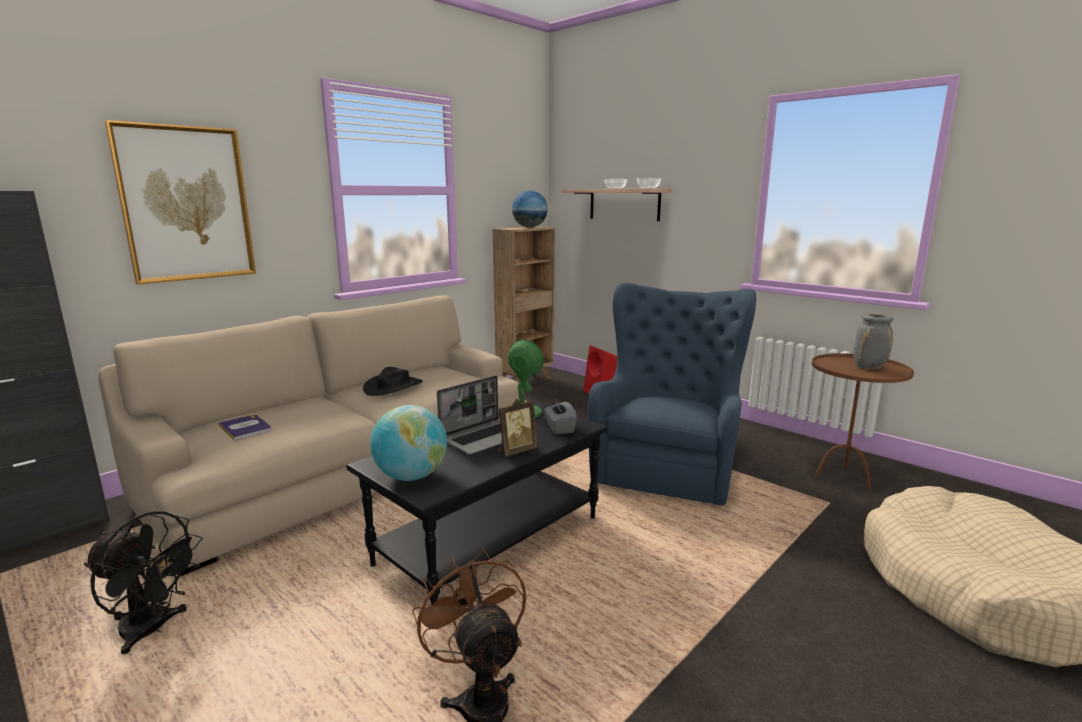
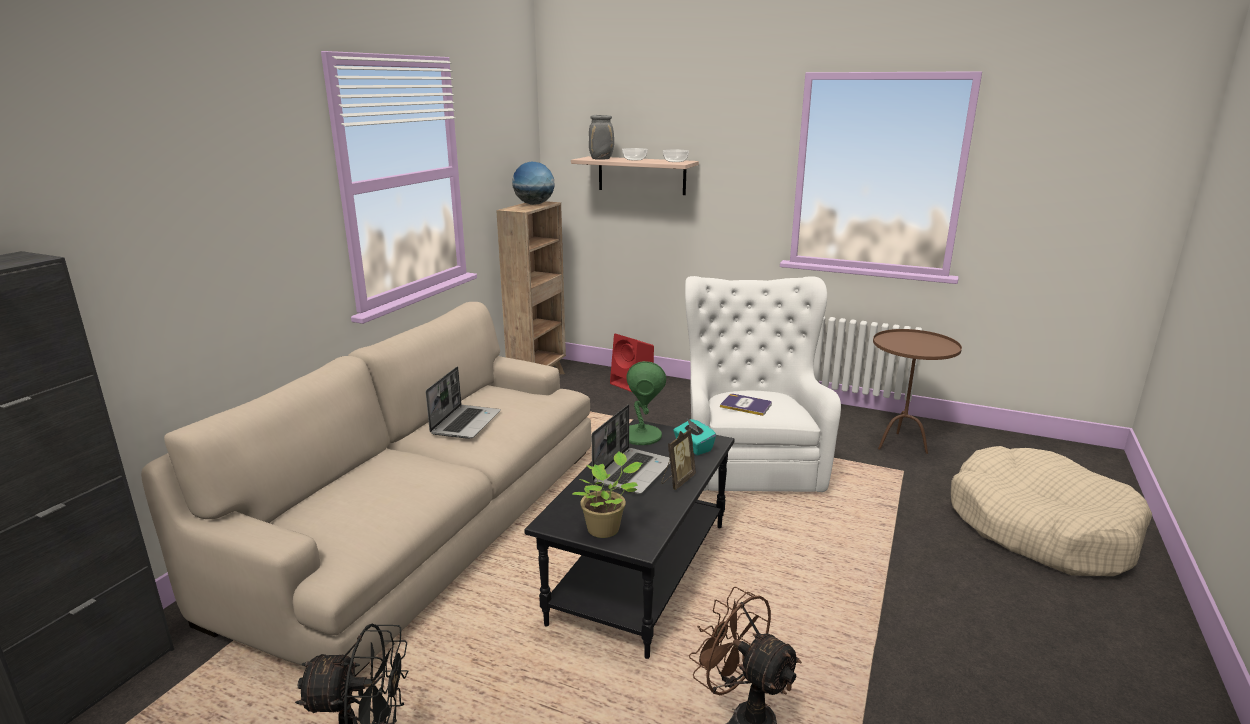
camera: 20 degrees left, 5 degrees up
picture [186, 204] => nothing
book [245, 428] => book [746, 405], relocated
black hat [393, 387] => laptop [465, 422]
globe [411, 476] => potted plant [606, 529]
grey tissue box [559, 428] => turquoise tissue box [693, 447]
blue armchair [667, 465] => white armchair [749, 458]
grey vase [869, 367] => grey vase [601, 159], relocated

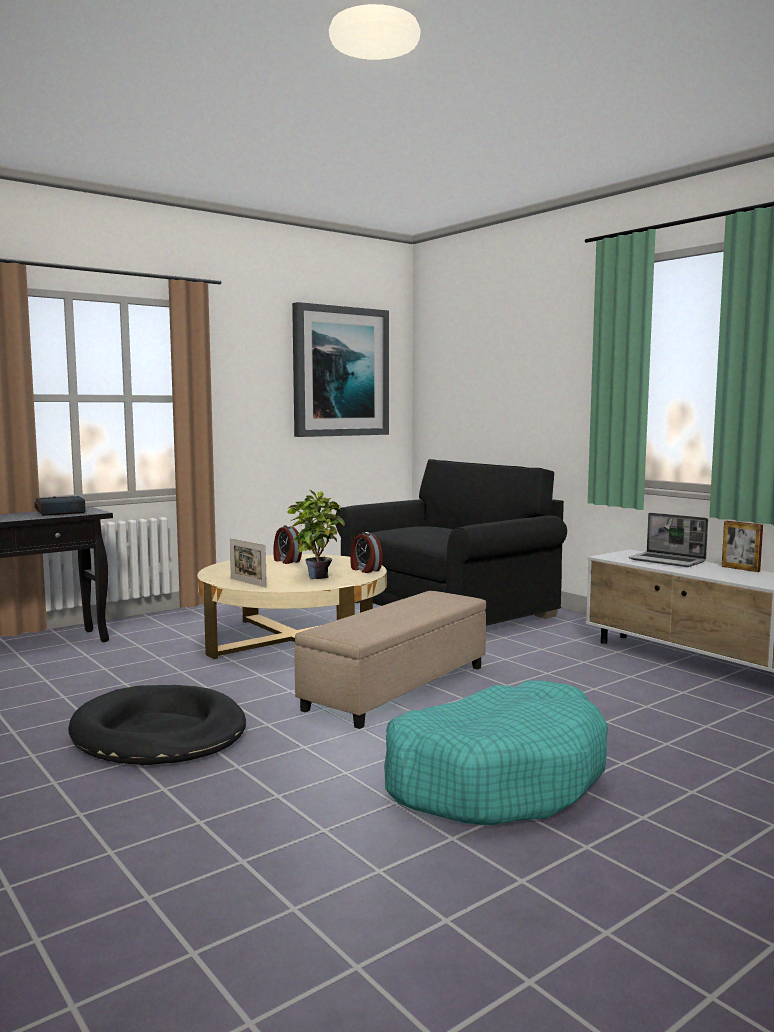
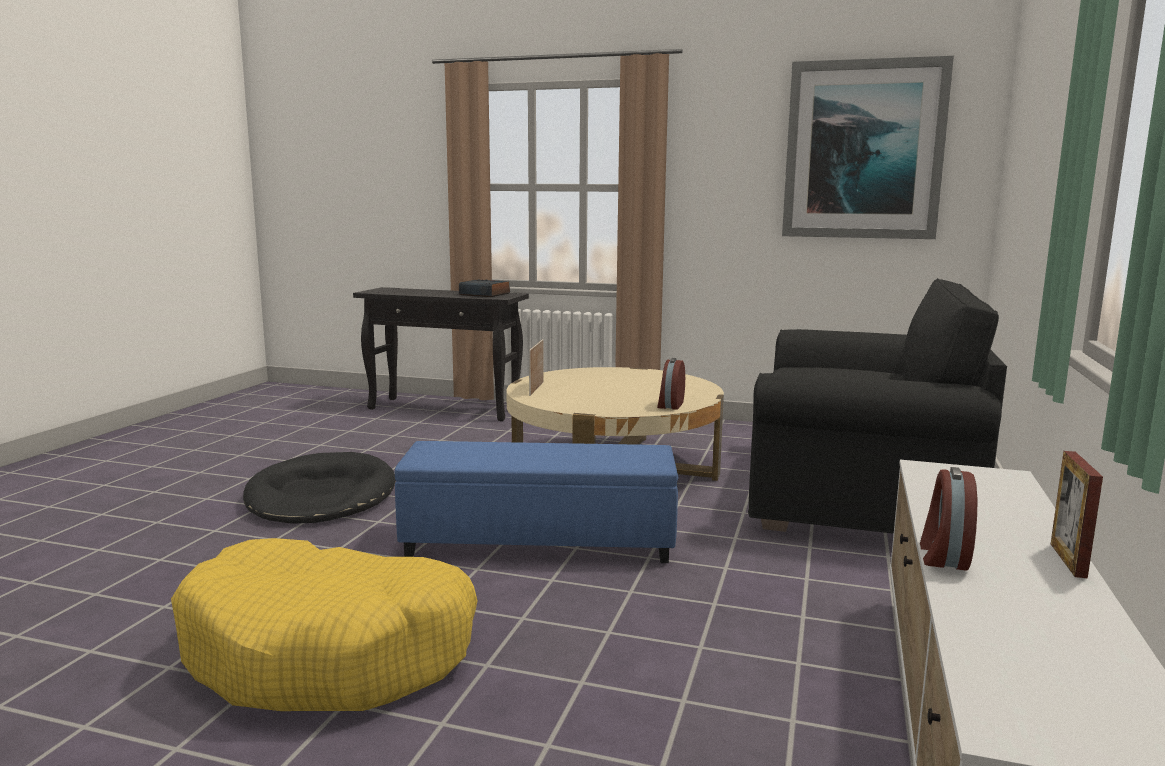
camera: 55 degrees right, 5 degrees up
alarm clock [286, 561] => alarm clock [943, 555], relocated
potted plant [315, 577] => nothing
beige ottoman [396, 687] => blue ottoman [539, 541]
turquoise dog bed [495, 778] => yellow dog bed [331, 653]
laptop [668, 561] => nothing

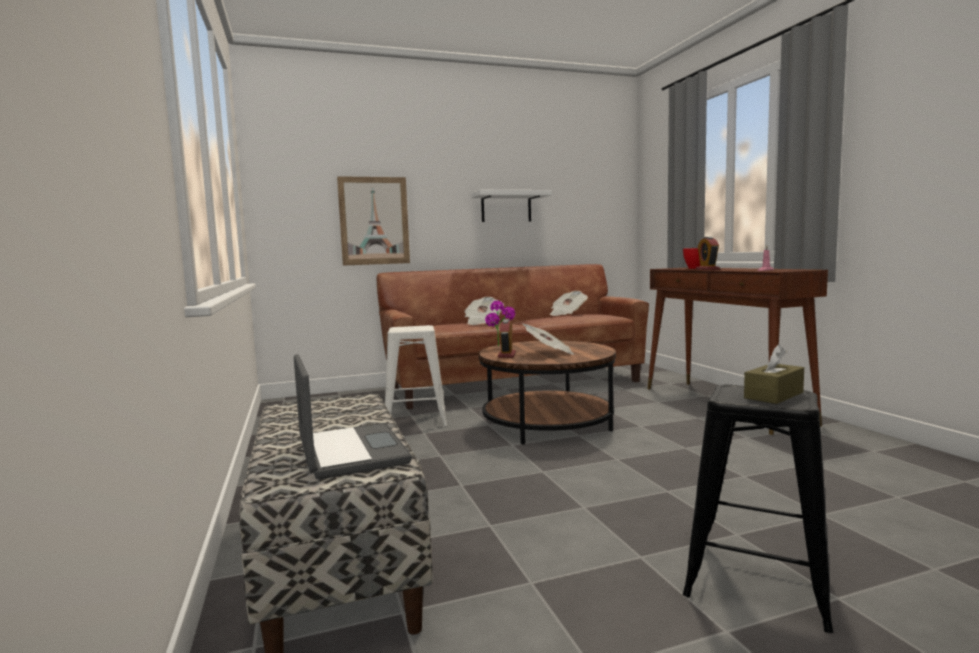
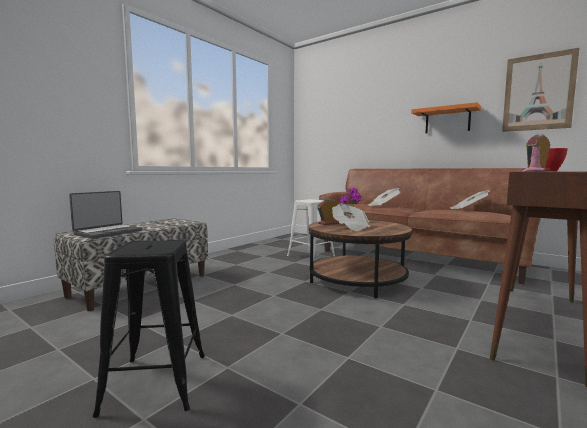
camera: 55 degrees right, 0 degrees up
picture [374, 221] => picture [538, 92], relocated
white shelf [506, 207] => orange shelf [447, 120]
brown tissue box [773, 395] => nothing

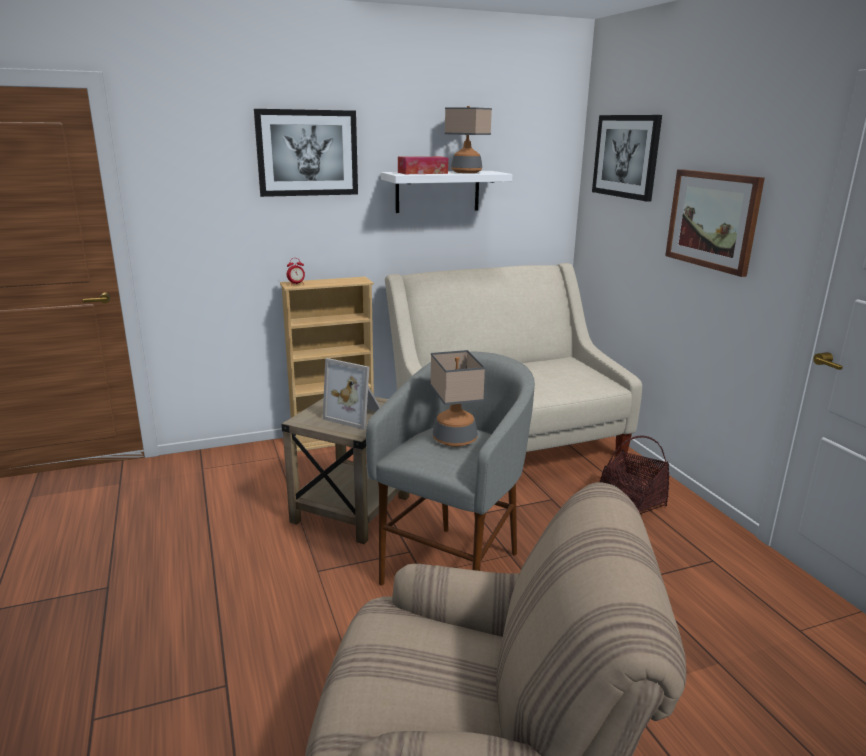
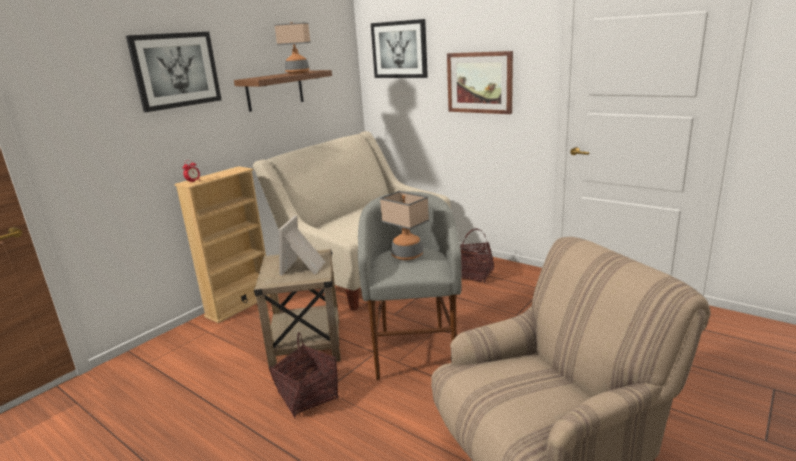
camera: 30 degrees left, 0 degrees up
picture frame [356, 416] => picture frame [304, 267], 105 degrees clockwise
white shelf [437, 191] => brown shelf [275, 90]
tissue box [422, 173] => nothing
nothing => basket [308, 396]

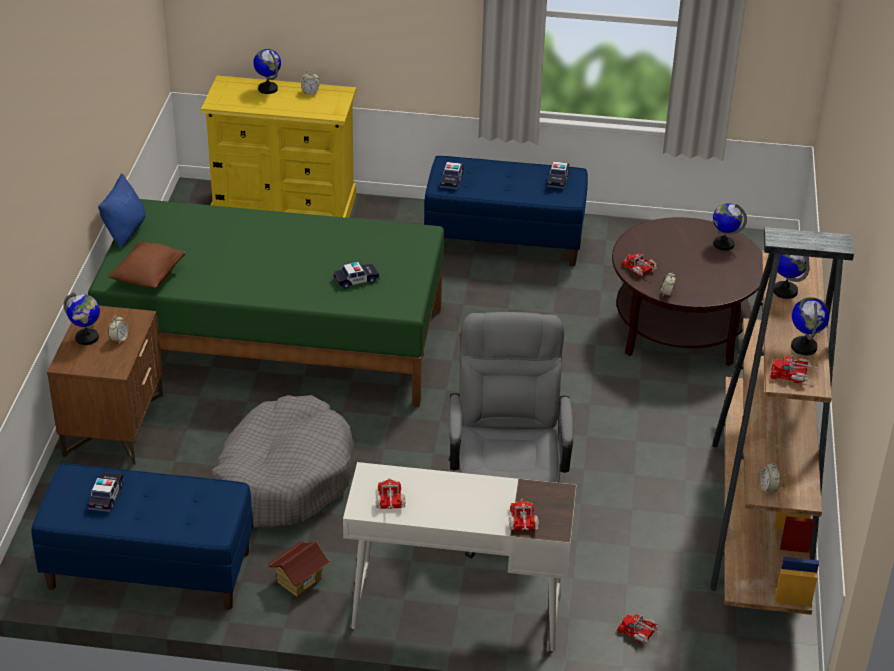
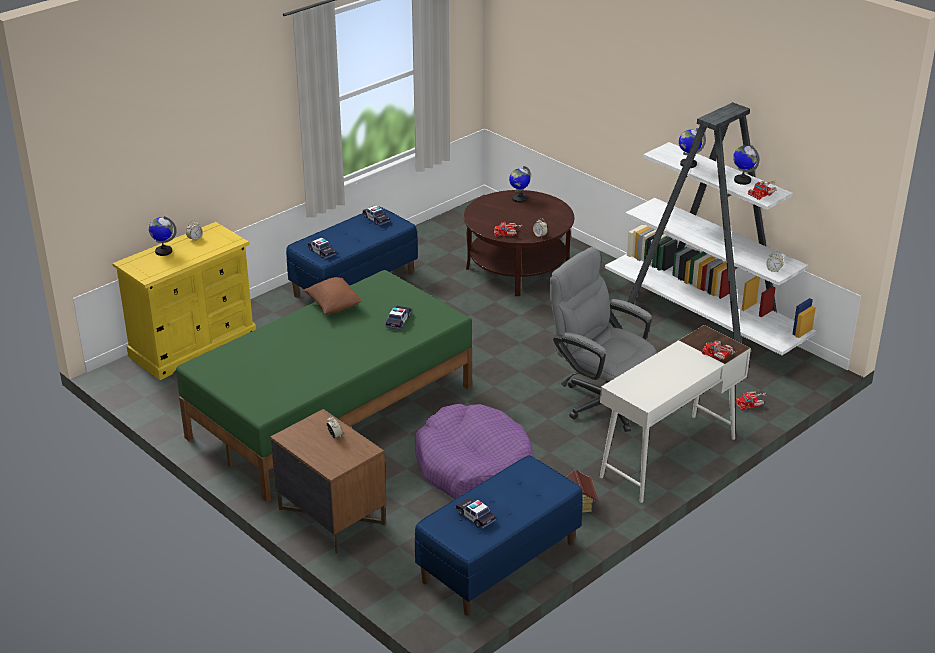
camera: 50 degrees left, 5 degrees down
globe [87, 338] => nothing
blue pillow [125, 231] => nothing
brown pillow [148, 277] => brown pillow [333, 306], relocated
grey dog bed [283, 478] => purple dog bed [475, 468]
toy truck [390, 502] => nothing
brown bookcase [760, 520] => white bookcase [704, 324]

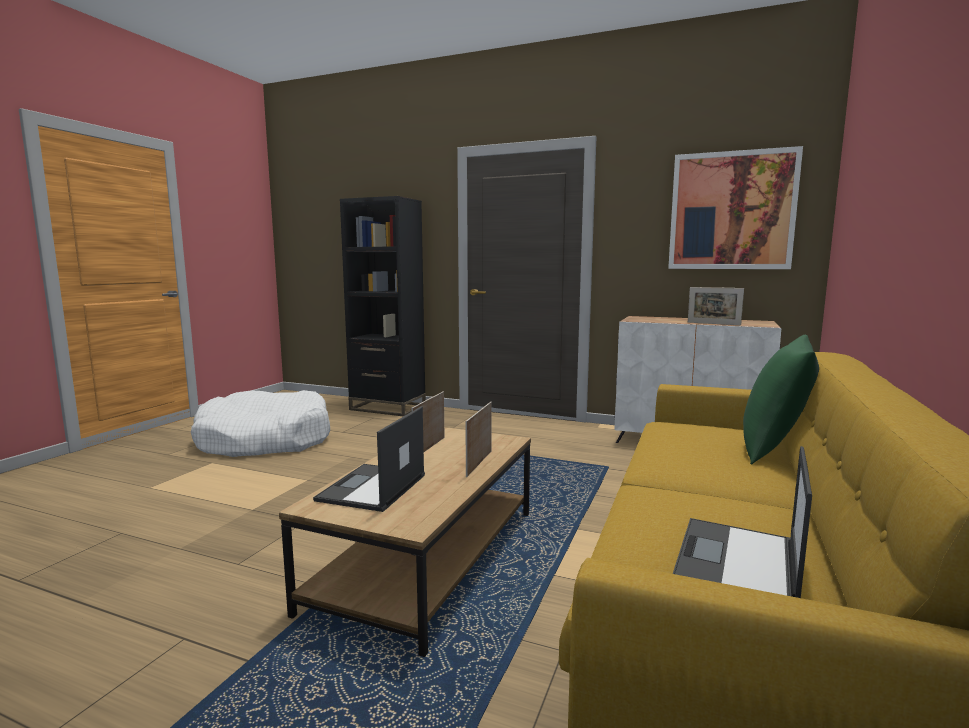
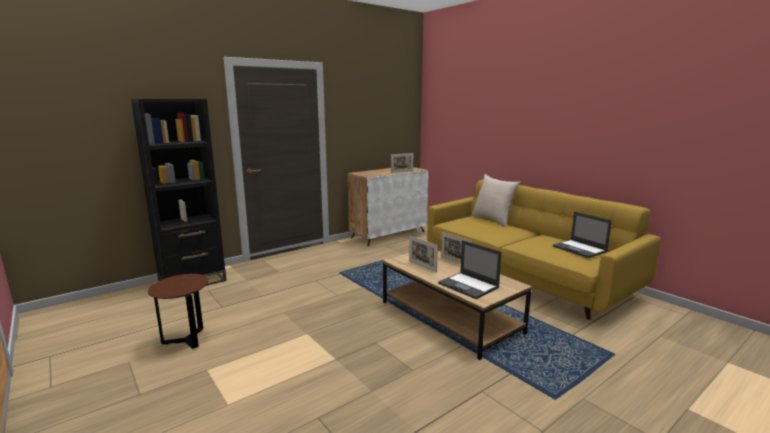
camera: 60 degrees left, 5 degrees up
white dog bed [265, 440] => brown side table [186, 340]
picture [731, 211] => nothing
green pillow [774, 448] => beige pillow [493, 220]

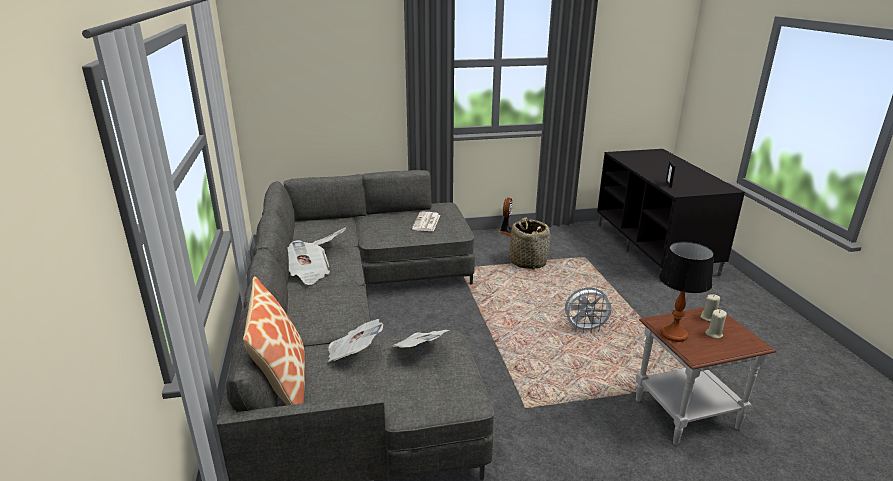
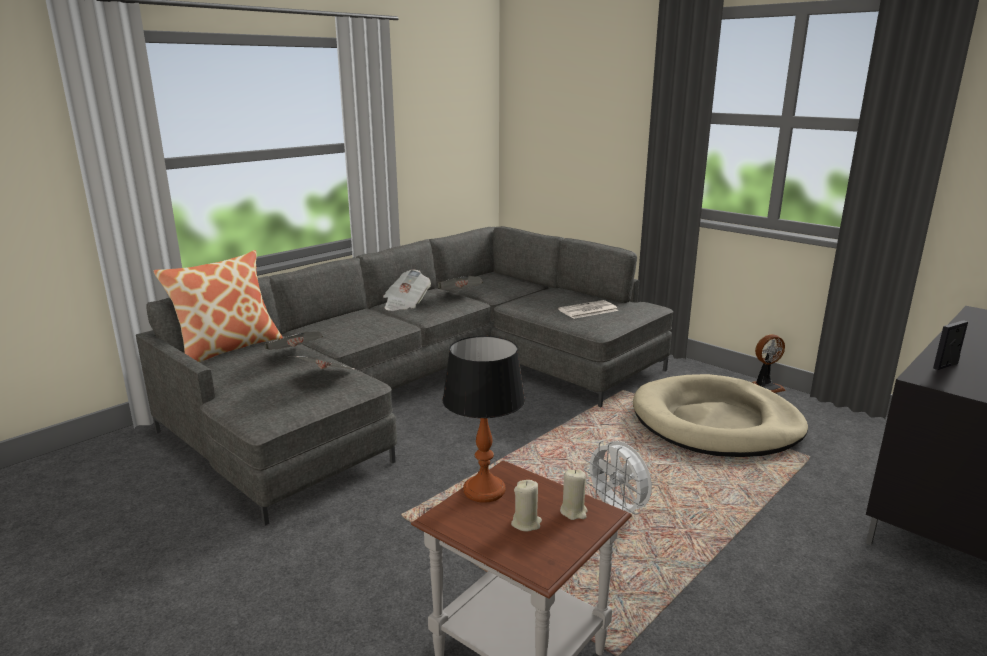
camera: 55 degrees right, 5 degrees down
basket [527, 261] => beige dog bed [716, 422]

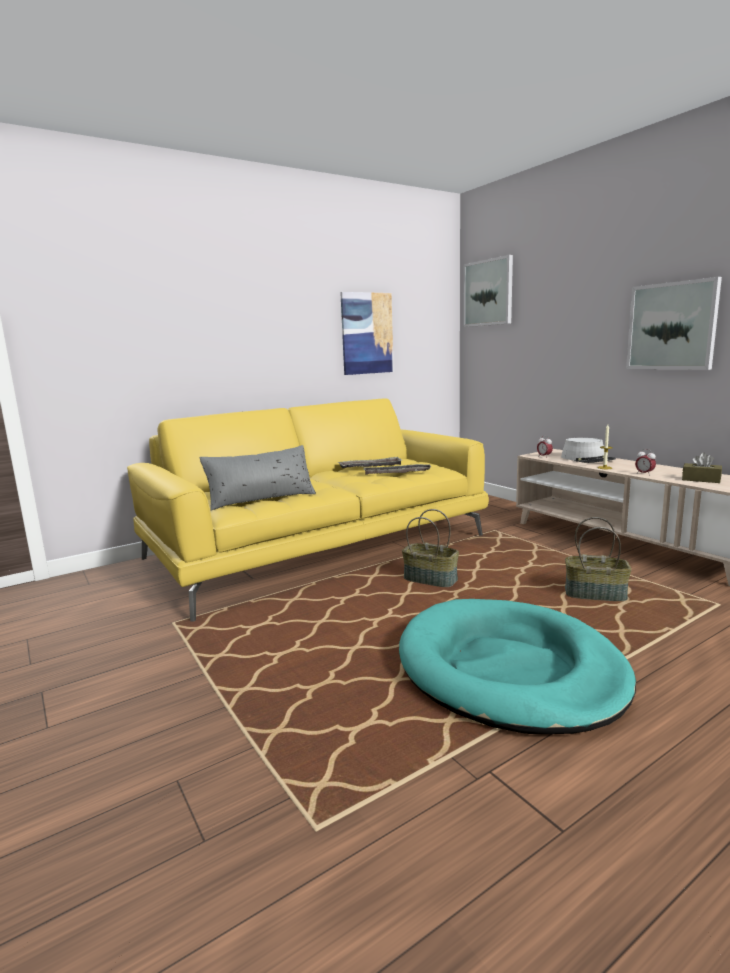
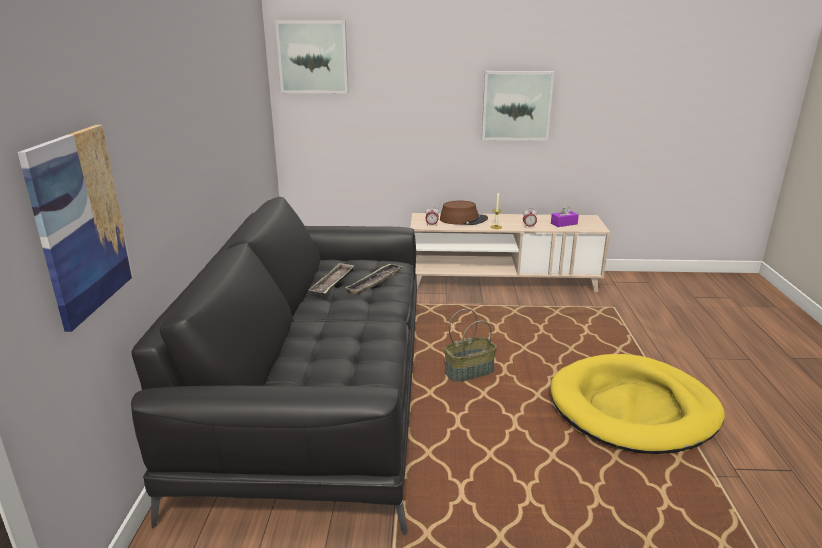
camera: 55 degrees left, 10 degrees up
yellow sofa [320, 547] => black sofa [319, 390]
grey pillow [261, 499] => nothing
picture [367, 333] => picture [80, 224], relocated
turquoise dog bed [509, 670] => yellow dog bed [633, 408]
grey hat [587, 459] => brown hat [463, 219]
basket [595, 594] => nothing
brown tissue box [701, 479] => purple tissue box [564, 223]

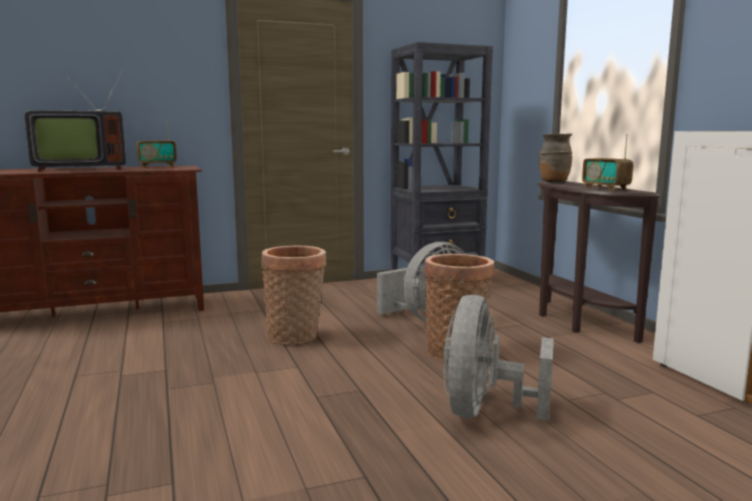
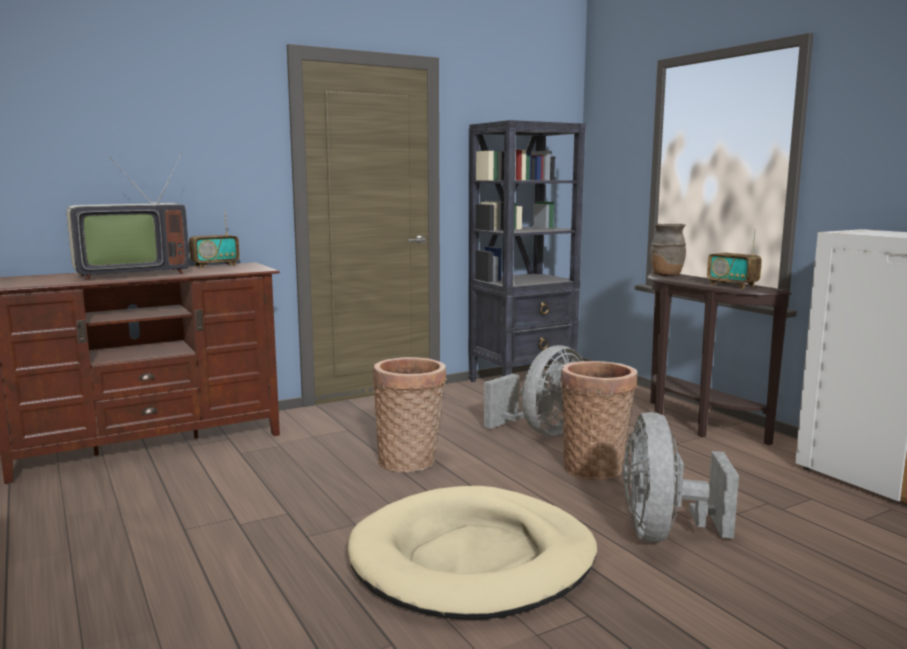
camera: 10 degrees left, 0 degrees up
nothing => beige dog bed [473, 559]

